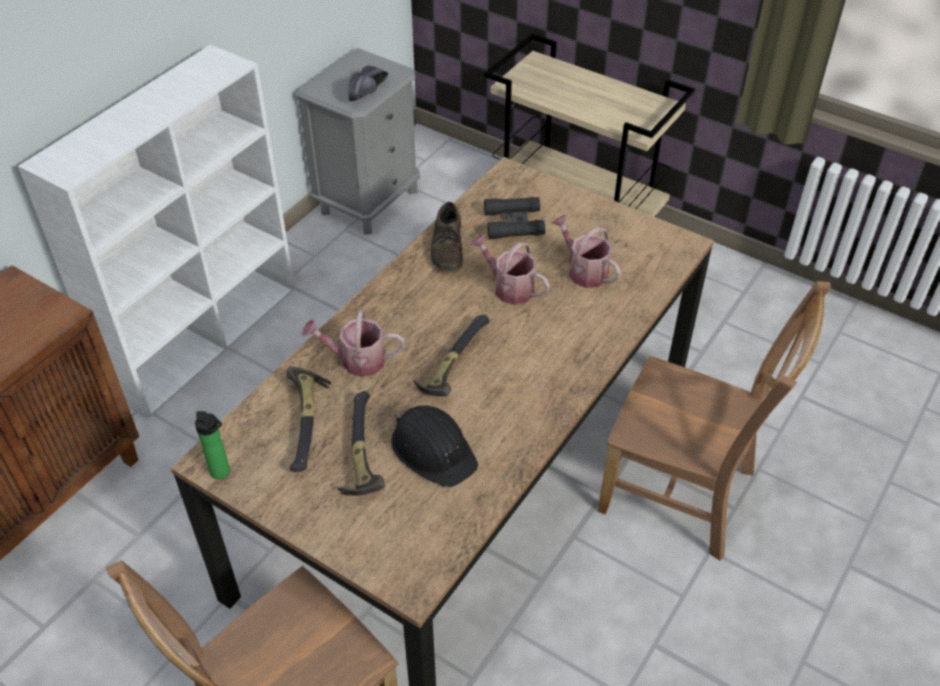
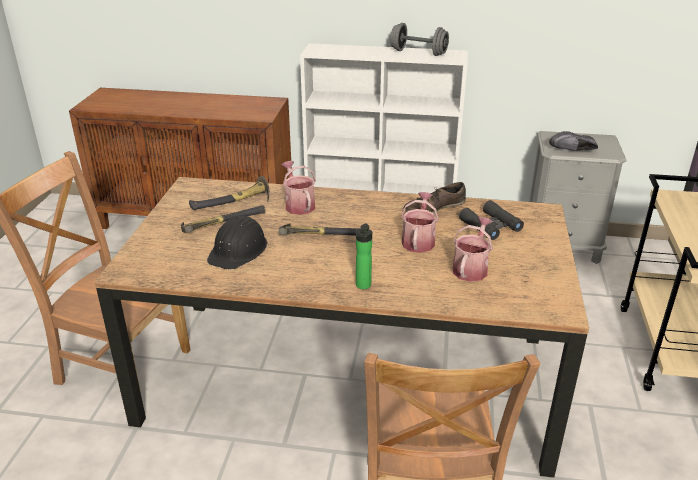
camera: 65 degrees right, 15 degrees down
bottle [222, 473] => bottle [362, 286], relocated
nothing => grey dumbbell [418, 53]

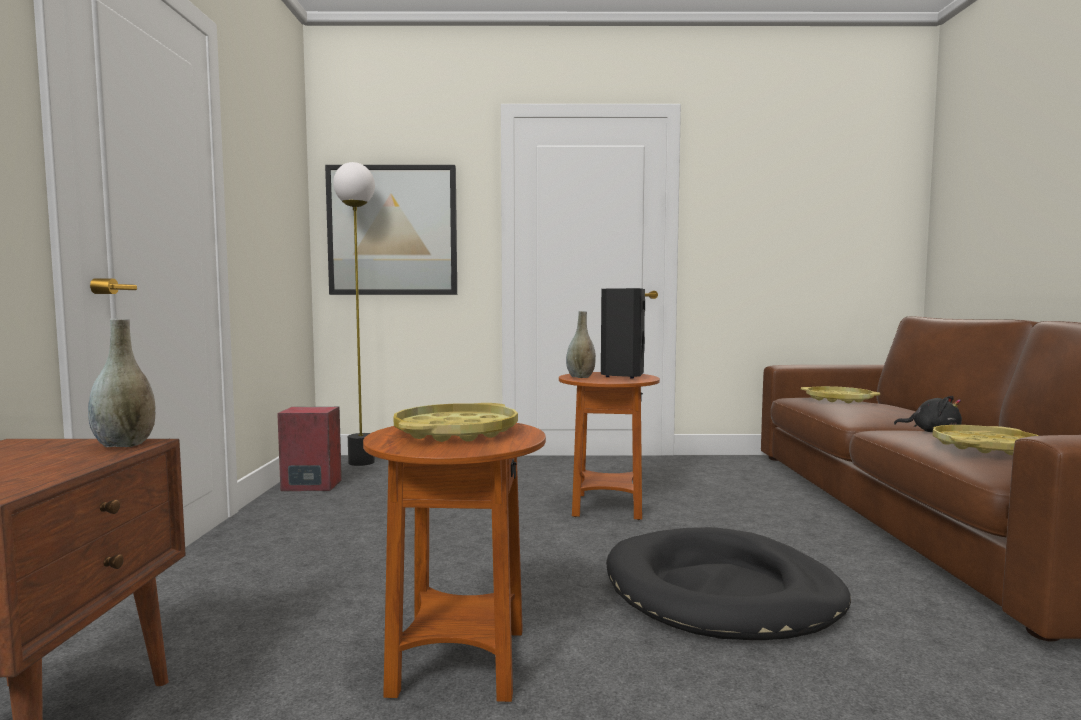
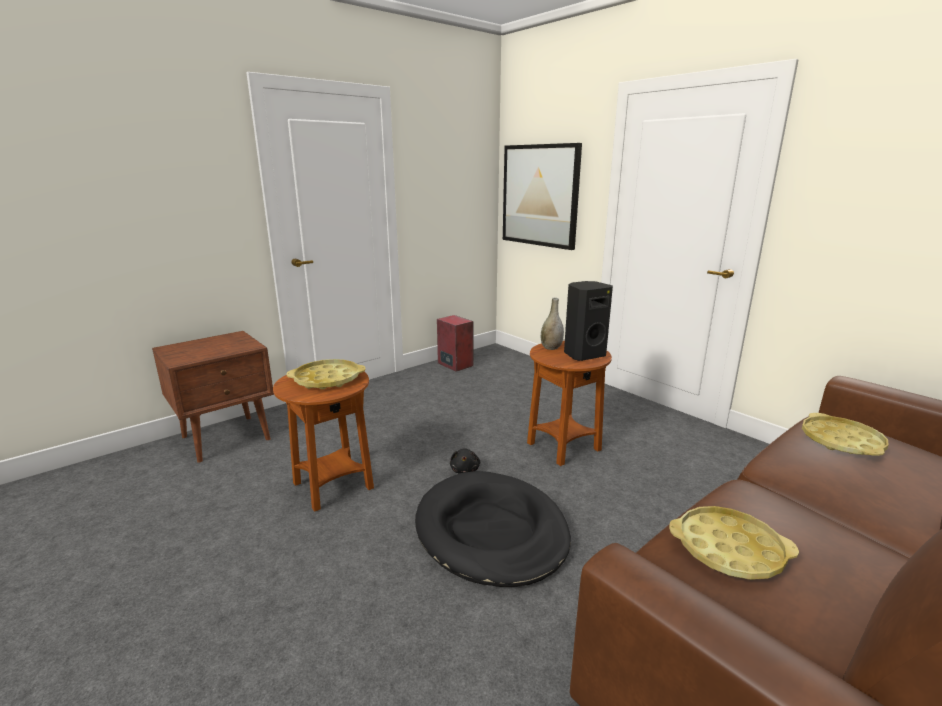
camera: 50 degrees right, 15 degrees up
grey vase [124, 444] => nothing
floor lamp [362, 462] => nothing
black plush toy [932, 432] => black plush toy [465, 470], relocated

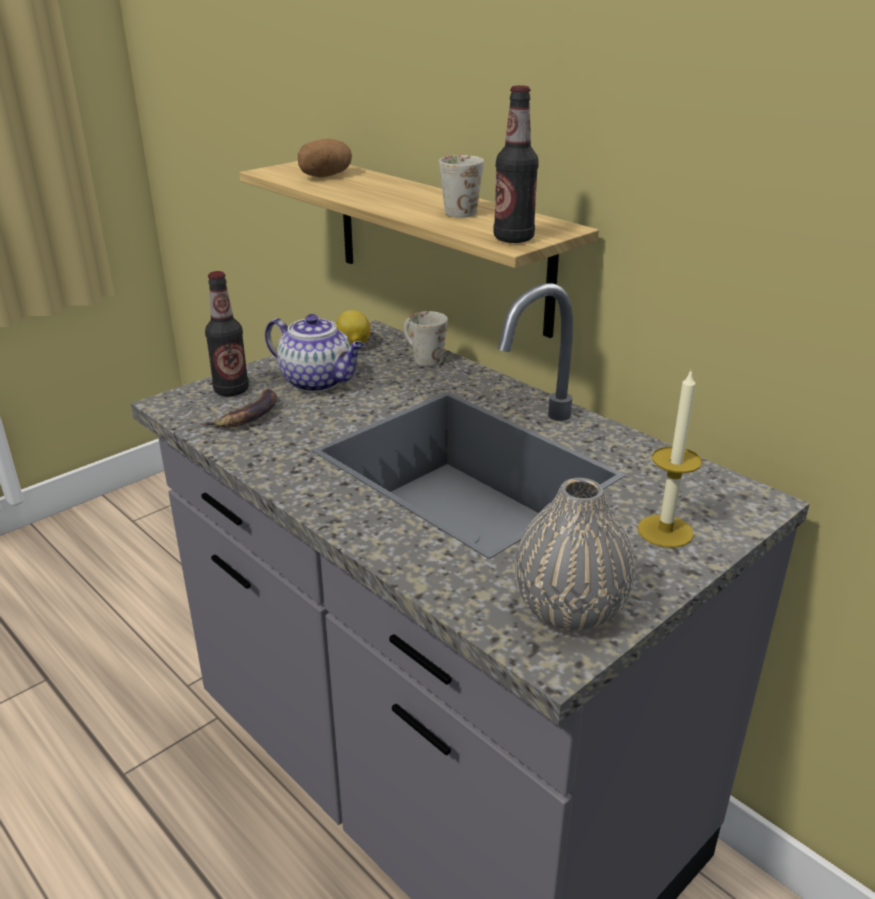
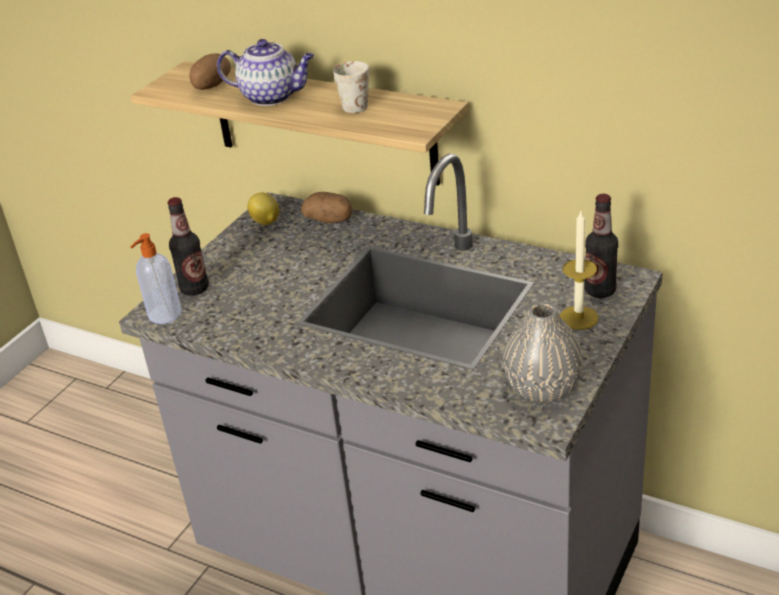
camera: 15 degrees left, 5 degrees up
banana [247, 415] => nothing
teapot [318, 382] => teapot [272, 96], relocated
white mug [422, 358] => potato [329, 220]
bottle [513, 238] => bottle [600, 291], relocated
nothing => soap dispenser [164, 315]

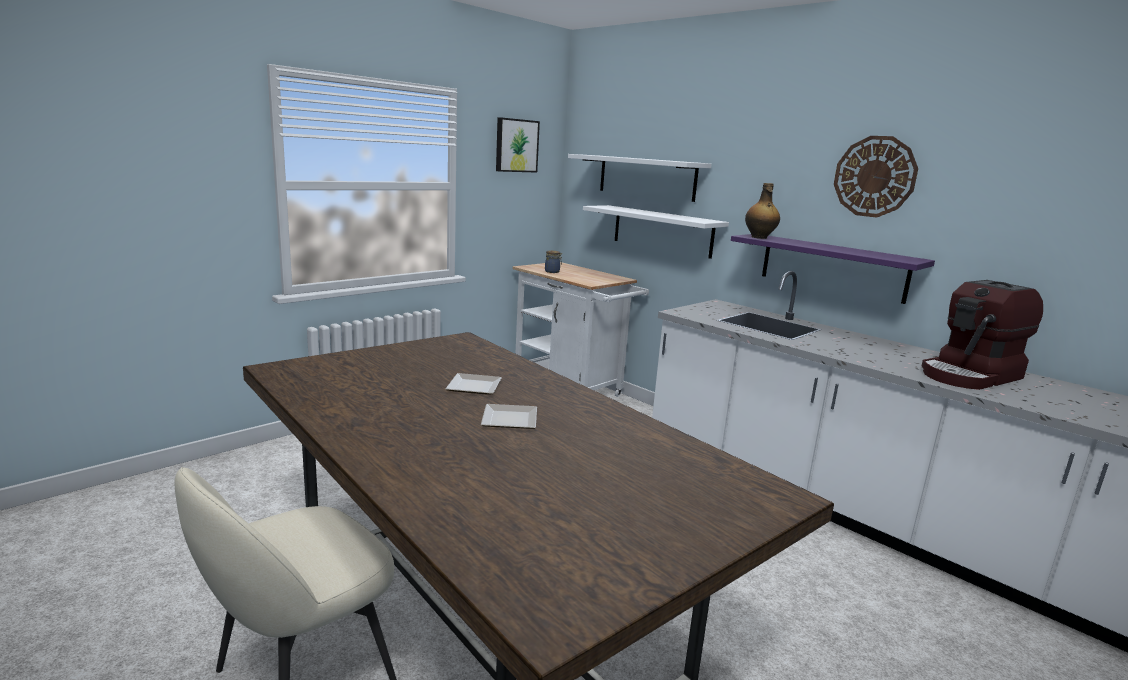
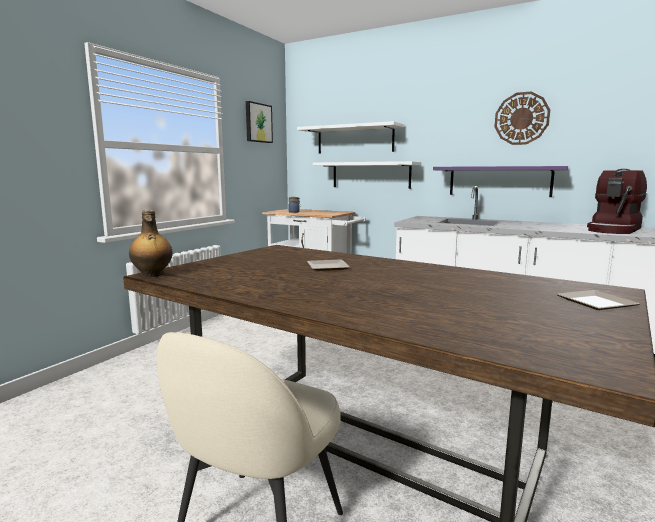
camera: 15 degrees left, 5 degrees down
plate [508, 419] => plate [593, 303], relocated
bottle [759, 237] => bottle [152, 275], relocated

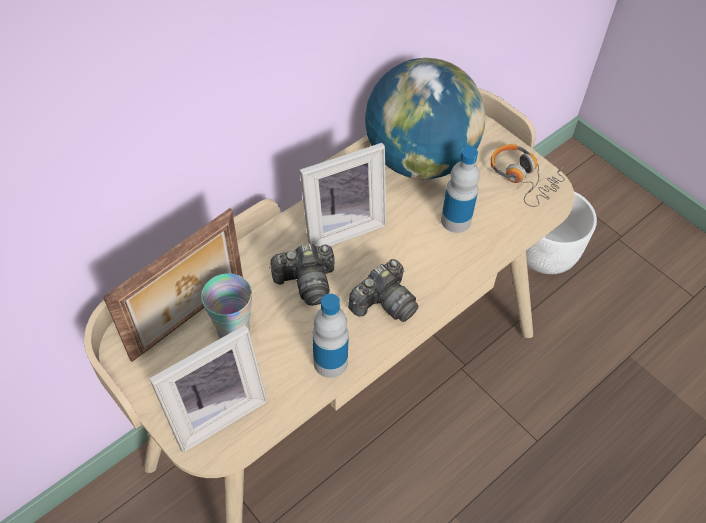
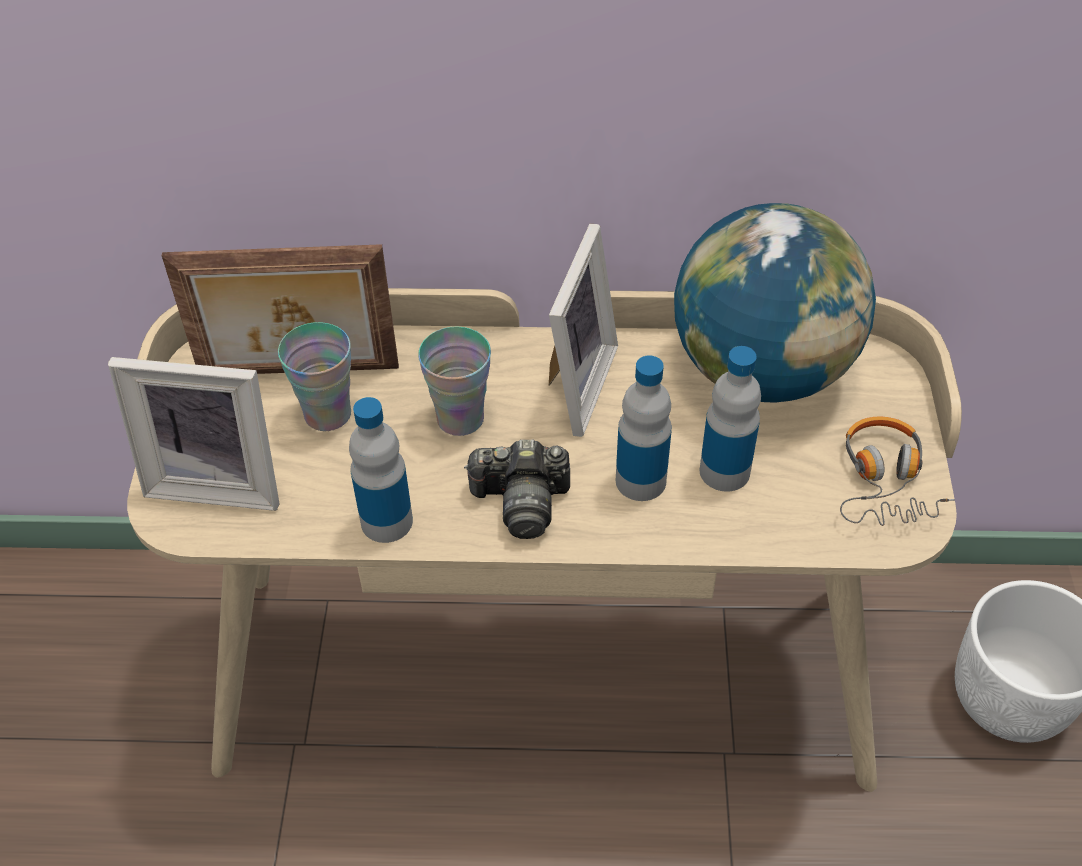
camera: 45 degrees right, 5 degrees down
photo camera [306, 282] => cup [460, 419]
picture frame [341, 226] => picture frame [572, 384], 90 degrees counterclockwise
nothing => bottle [640, 481]

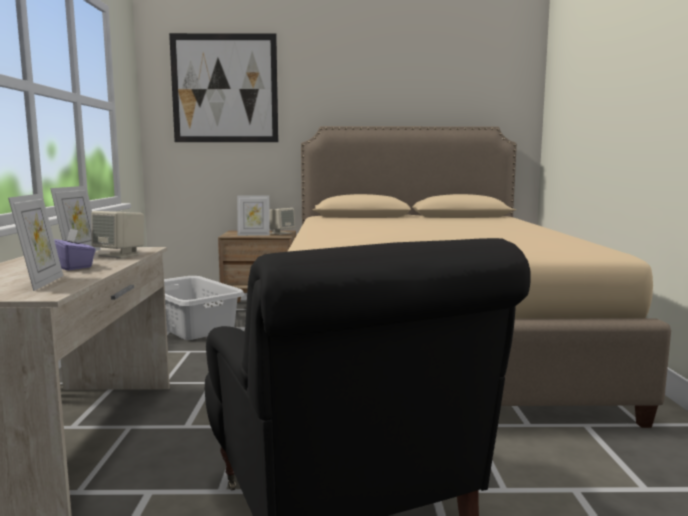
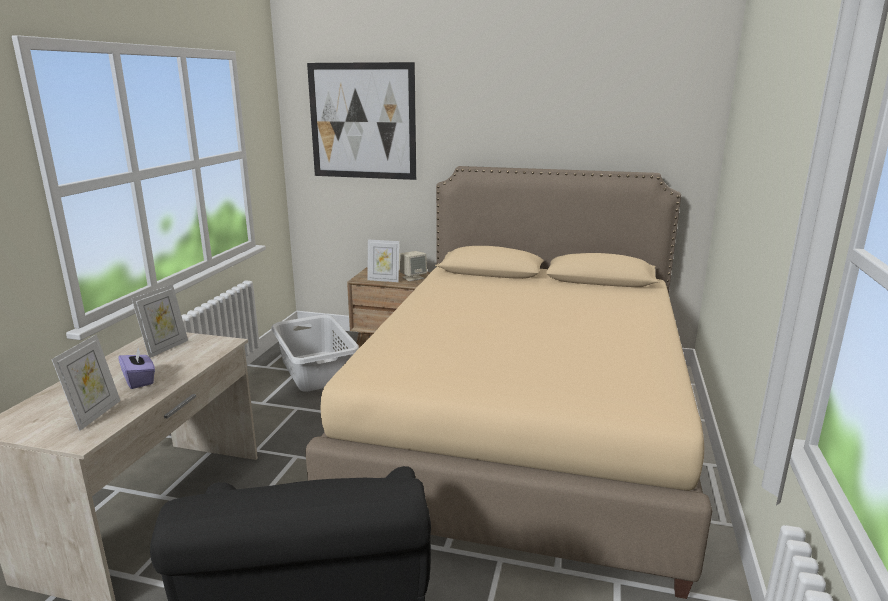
camera: 15 degrees right, 10 degrees up
beige speaker [120, 255] => nothing

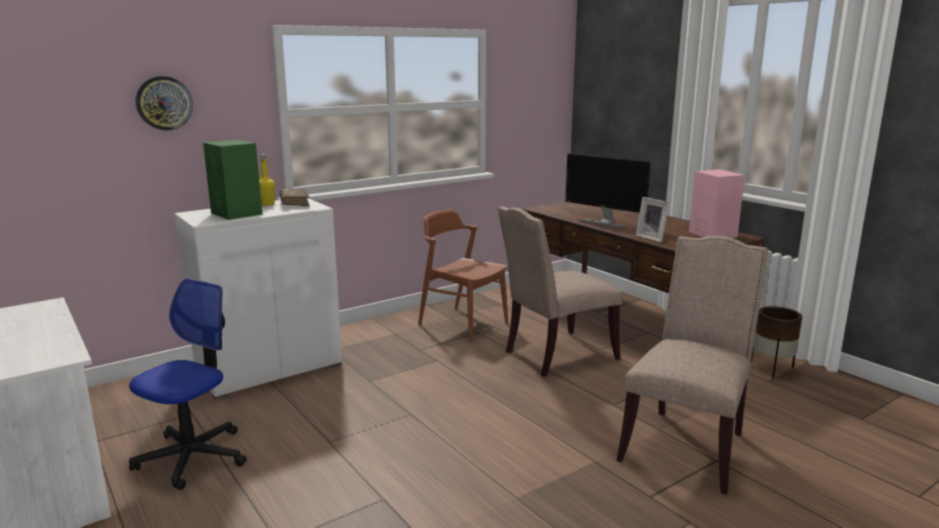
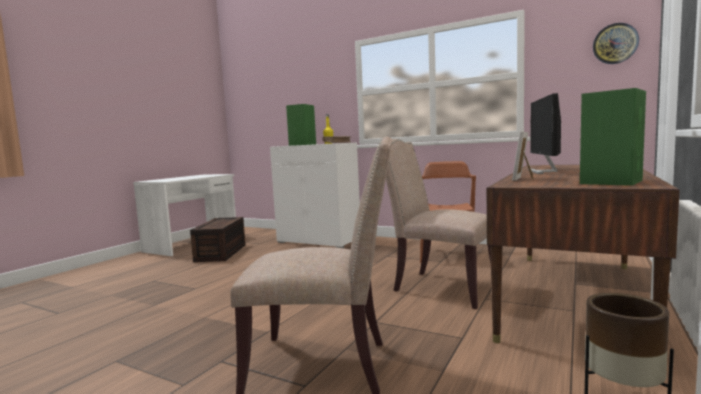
camera: 65 degrees right, 10 degrees down
office chair [192, 457] => brown storage box [221, 253]
wall clock [164, 103] => wall clock [615, 43], relocated
pink speaker [712, 234] => green speaker [611, 182]

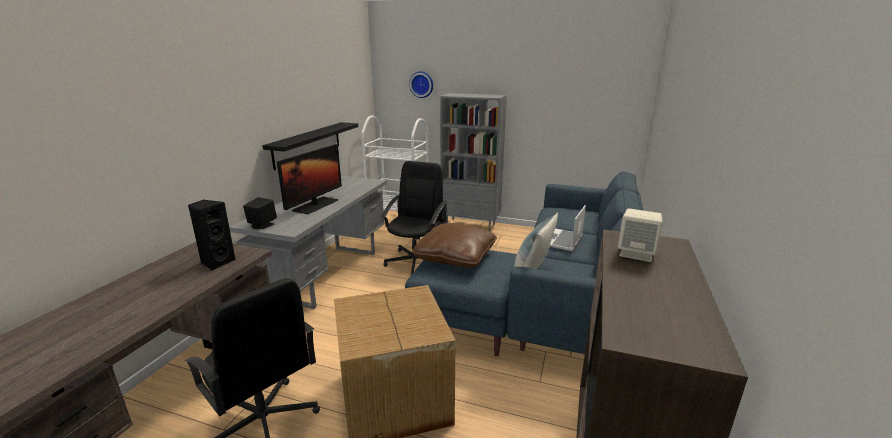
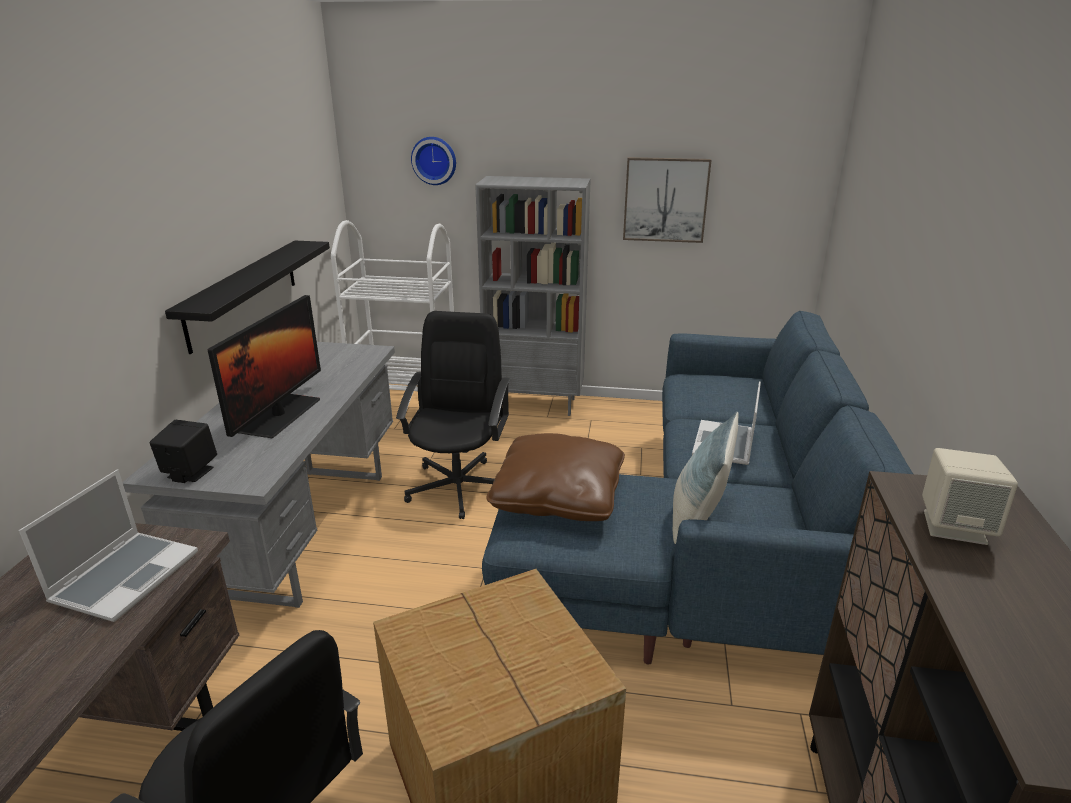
camera: 10 degrees left, 5 degrees up
black speaker [217, 262] => laptop [126, 576]
nothing => picture [665, 200]

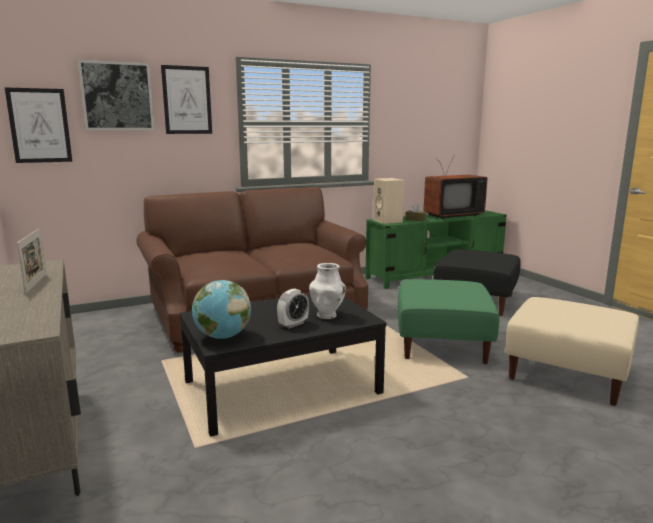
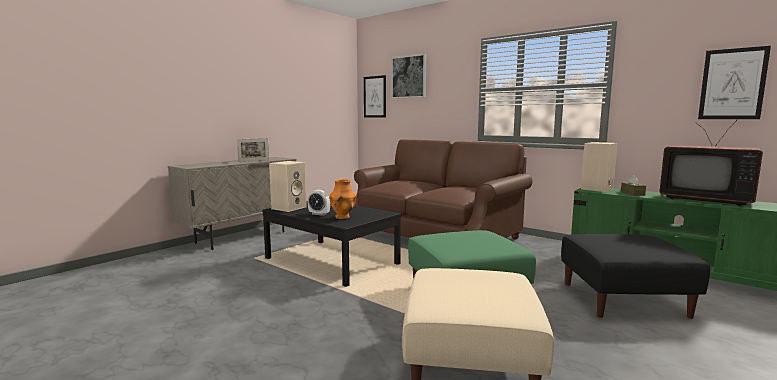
camera: 65 degrees right, 5 degrees down
picture [187, 100] => picture [732, 84], relocated
globe [222, 337] => beige speaker [289, 208]
white vase [327, 315] => orange vase [342, 217]

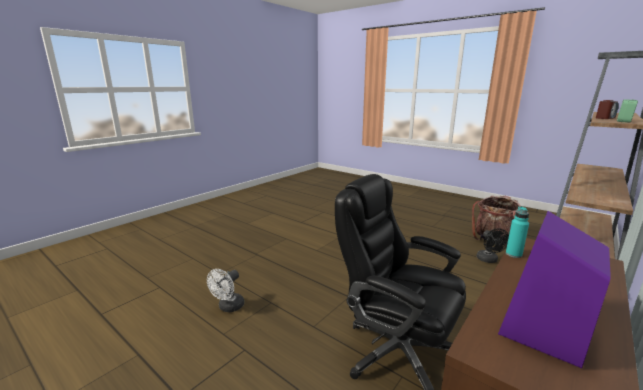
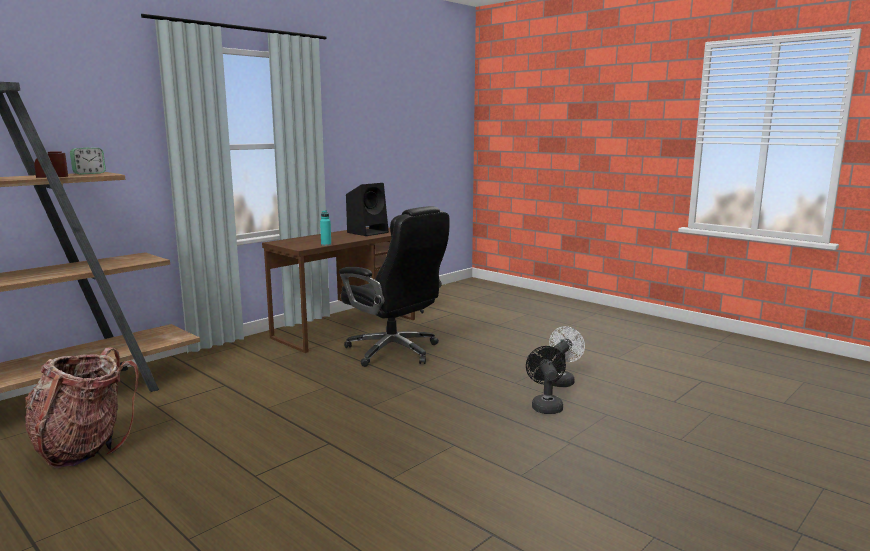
camera: 175 degrees left, 5 degrees down
black fan [489, 260] => black fan [545, 405], relocated
purple speaker [542, 332] => black speaker [368, 232]

